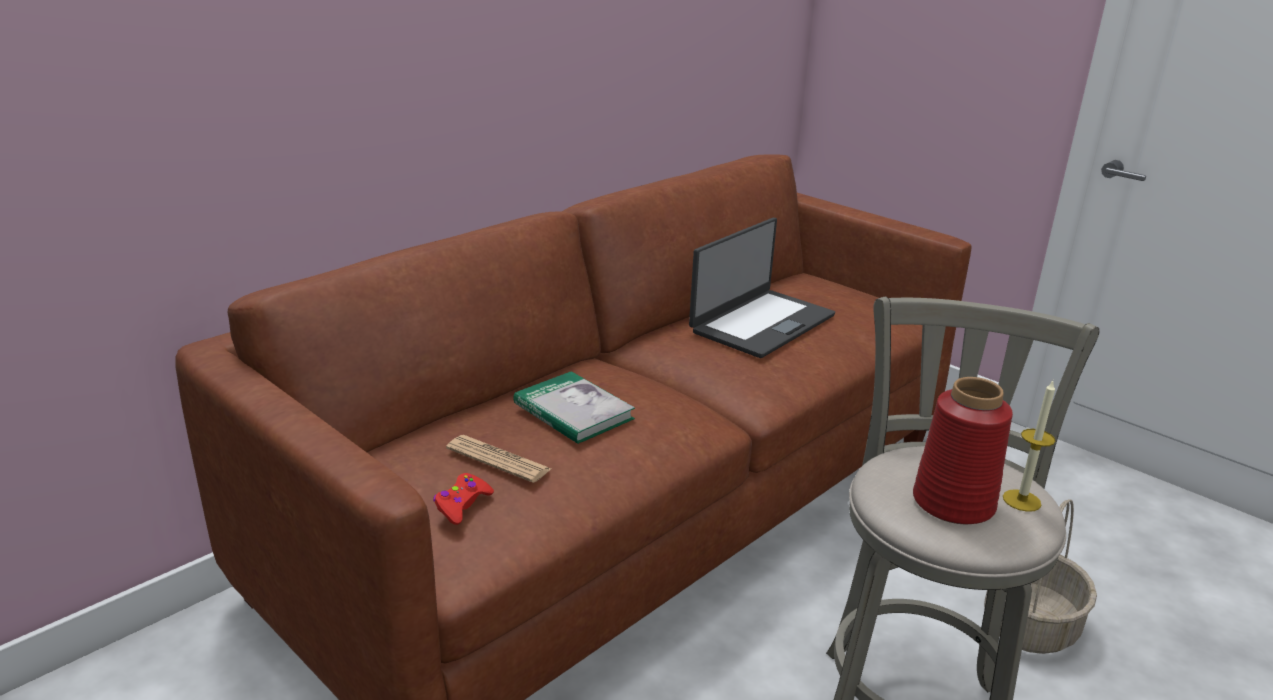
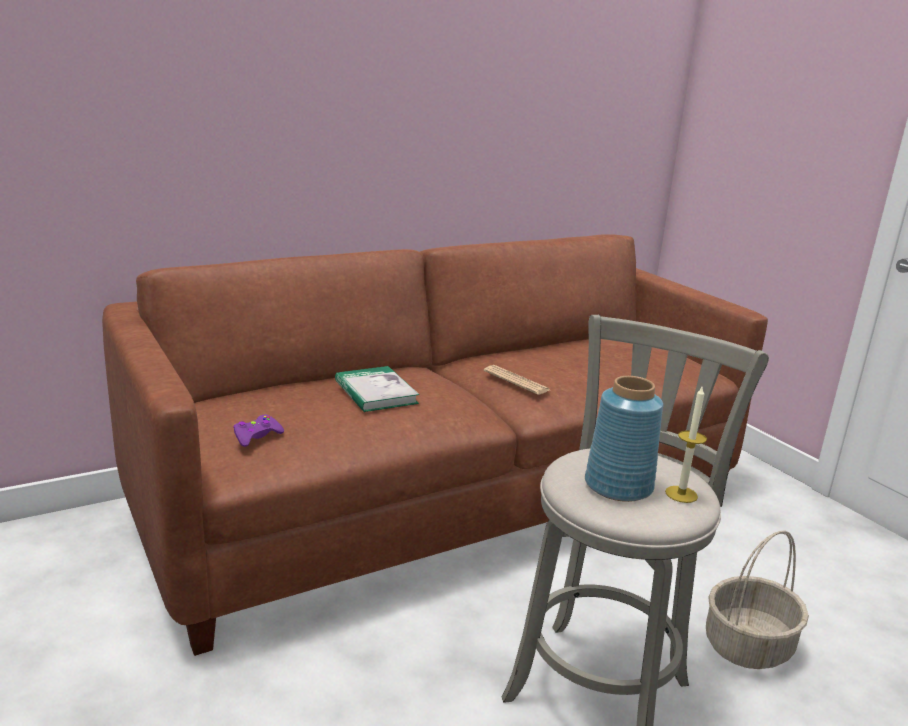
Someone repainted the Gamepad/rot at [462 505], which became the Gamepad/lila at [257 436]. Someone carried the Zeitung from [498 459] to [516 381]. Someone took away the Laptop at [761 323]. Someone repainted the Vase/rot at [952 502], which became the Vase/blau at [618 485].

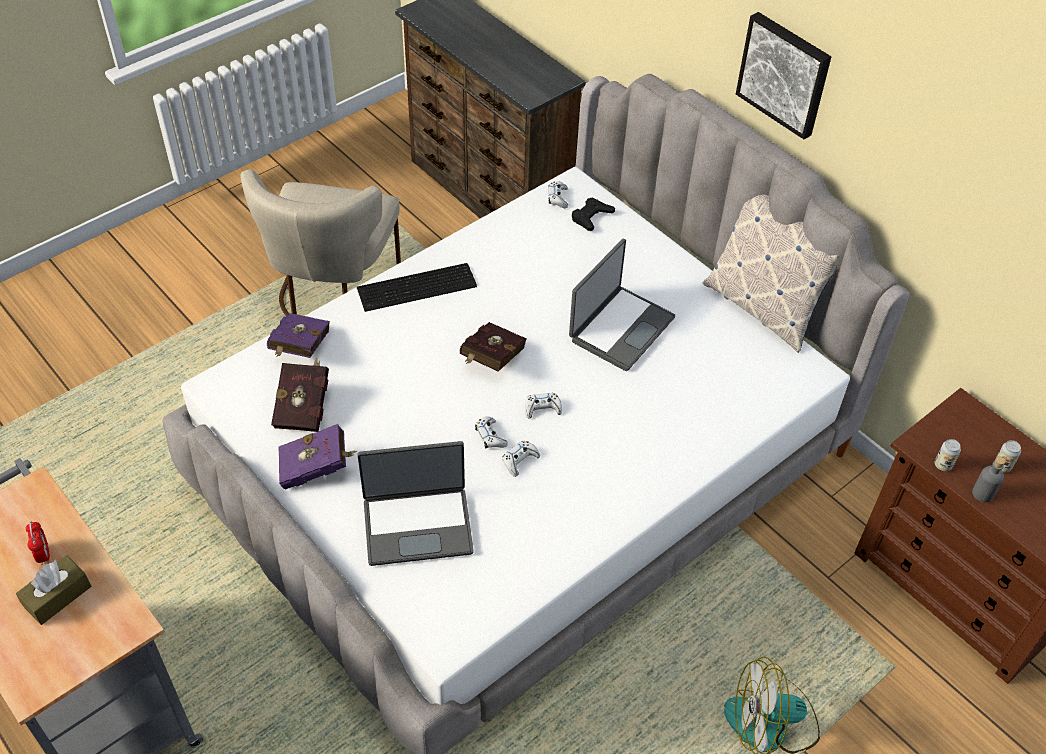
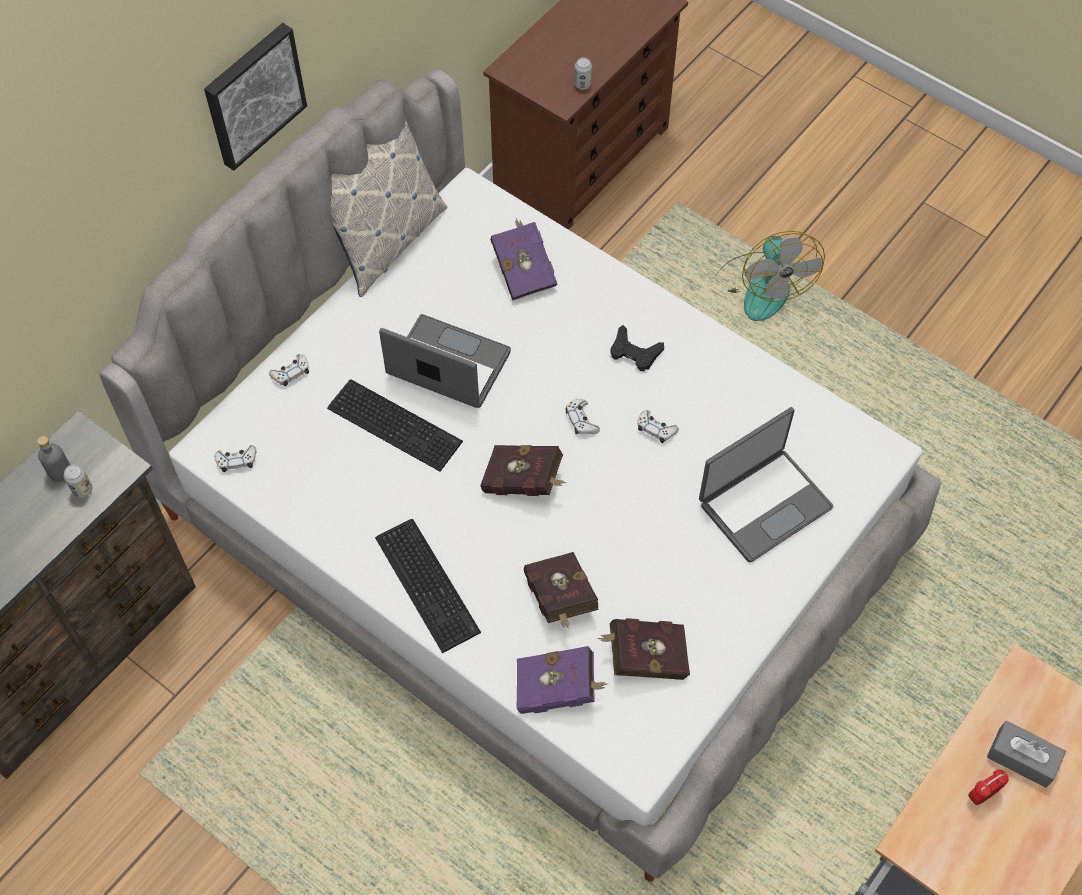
Someone repainted the Taschentuchbox/braun at [57 596], which became the Taschentuchbox/grau at [1022 758]. Someone took away the Stuhl/beige at [334 298]. Someone carried the Buch/lila from [317 469] to [523 270]. Someone rotated the Laptop at [417 525] by 75 degrees clockwise. Someone carried the Gamepad/weiß from [490 436] to [291 373]. Someone carried the Gamepad/schwarz from [591 217] to [634 352]. Someone carried the Flasche/grau from [982 493] to [60 471]. Someone carried the Dose from [1002 466] to [82 490]. Someone put down the Tastatur at [394 422]. Someone put down the Buch/rot at [560 600].

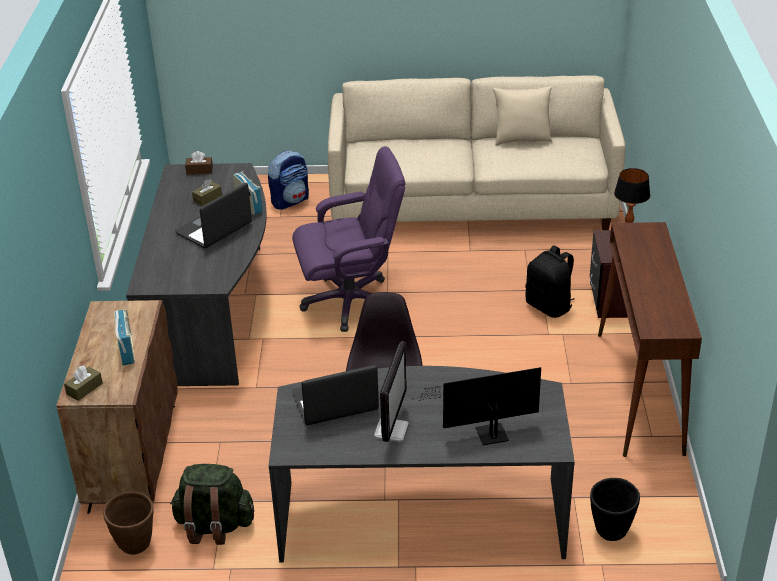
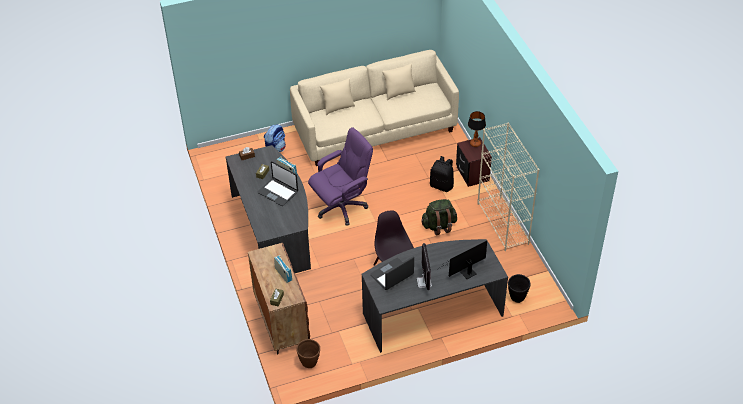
Someone carried the Rucksack/grün from [214 526] to [439 226]. Someone rotated the Laptop at [214 229] by 75 degrees counterclockwise. Someone swapped the Konsolentisch/braun at [639 392] for the Bücherregal/beige at [503 224]. Someone put down the Kissen/beige at [338 107].

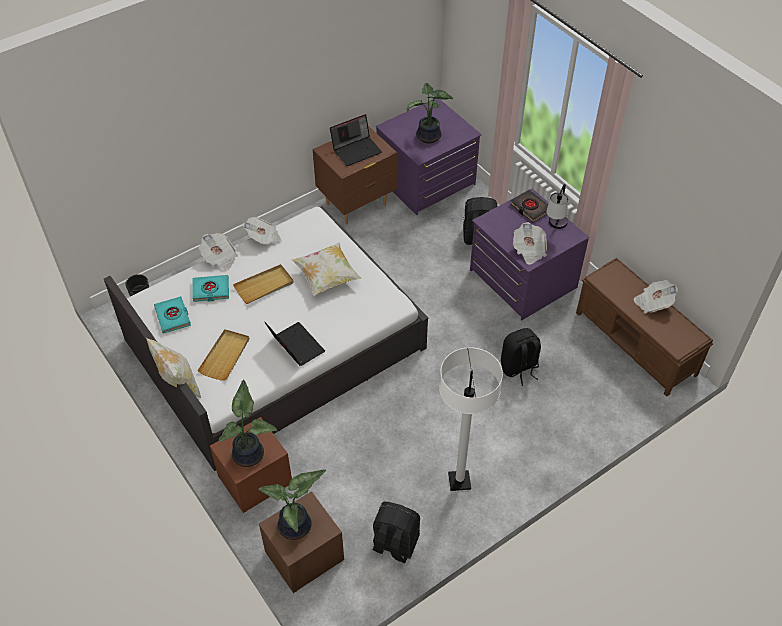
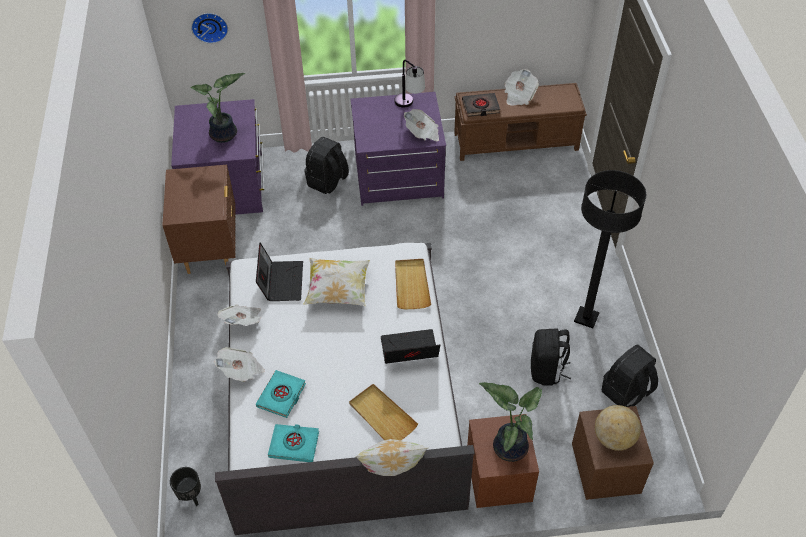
Someone carried the Tablett/beige from [264 286] to [411 285]. Someone swapped the Topfpflanze at [297 527] for the Globus at [614 439]. Someone carried the Laptop from [356 150] to [281 281]. Someone repainted the Stehlampe/weiß at [459 481], which became the Stehlampe/schwarz at [586 318]. Someone carried the Rucksack/schwarz from [519 368] to [547 370]. Someone carried the Buch/schwarz from [530 208] to [480 107]. Someone put up the Wanduhr at [209 26].

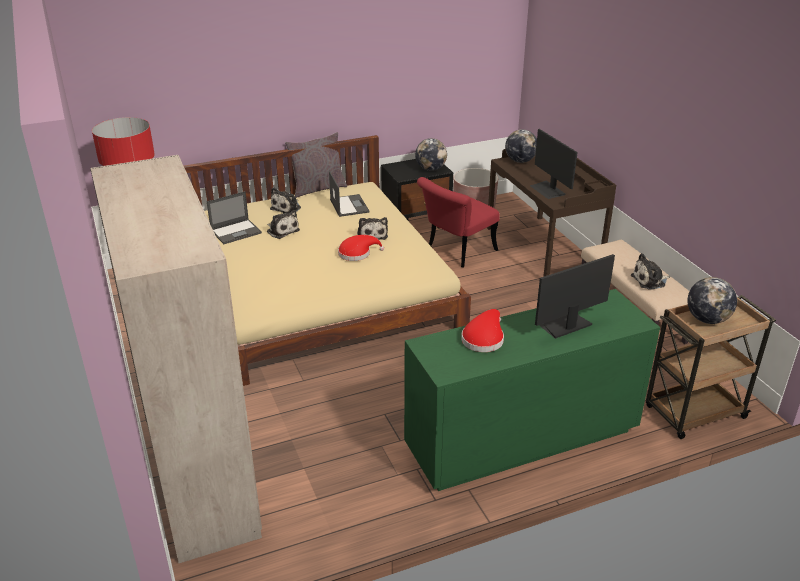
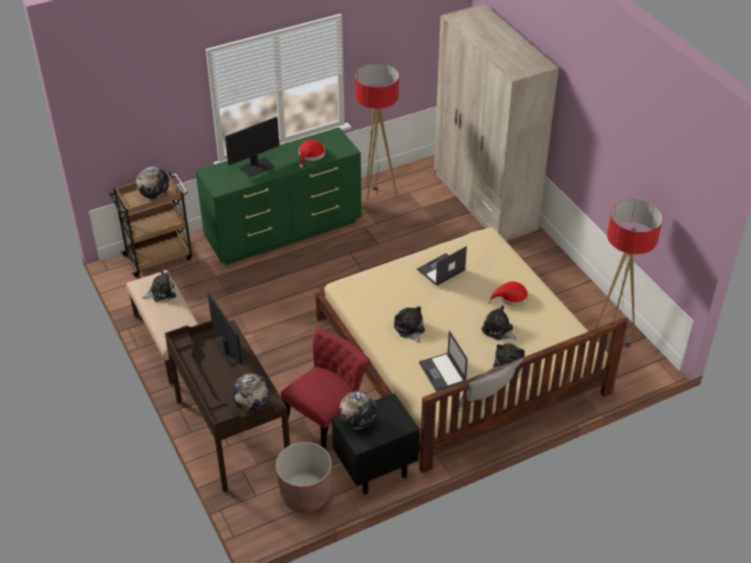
Someone carried the Laptop from [236 231] to [440 270]. Someone carried the Hut/rot from [357 253] to [510 297]. Someone put down the Stehlampe at [376 197].

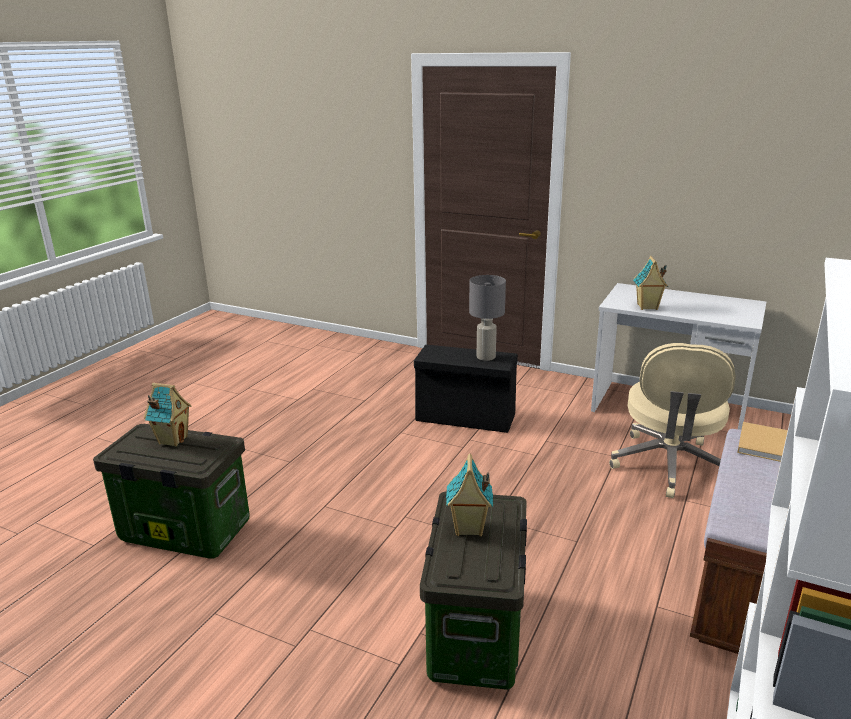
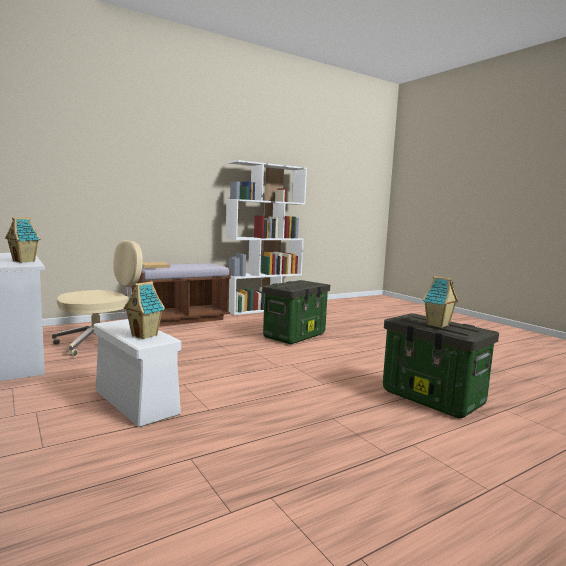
Someone repainted the Aufbewahrungsbox/schwarz at [467 417], which became the Aufbewahrungsbox/weiß at [135 401]. Someone carried the Spielzeughaus from [468 528] to [145 335]. Someone took away the Tischlampe/grau at [486 357].

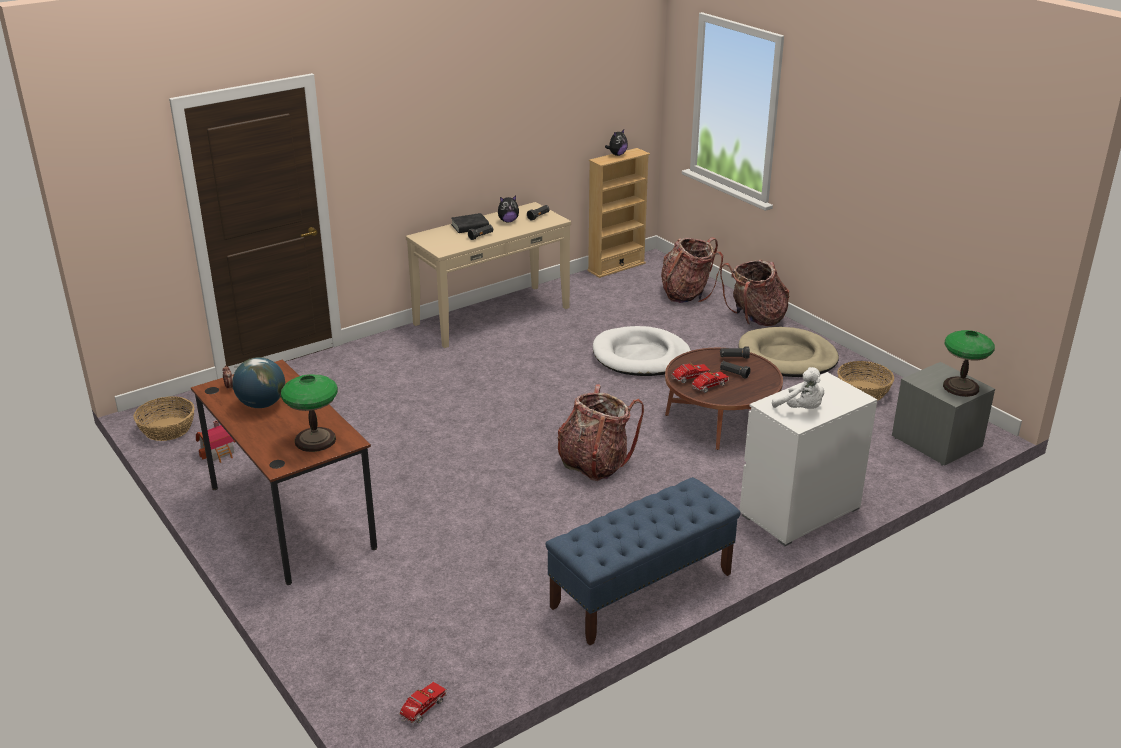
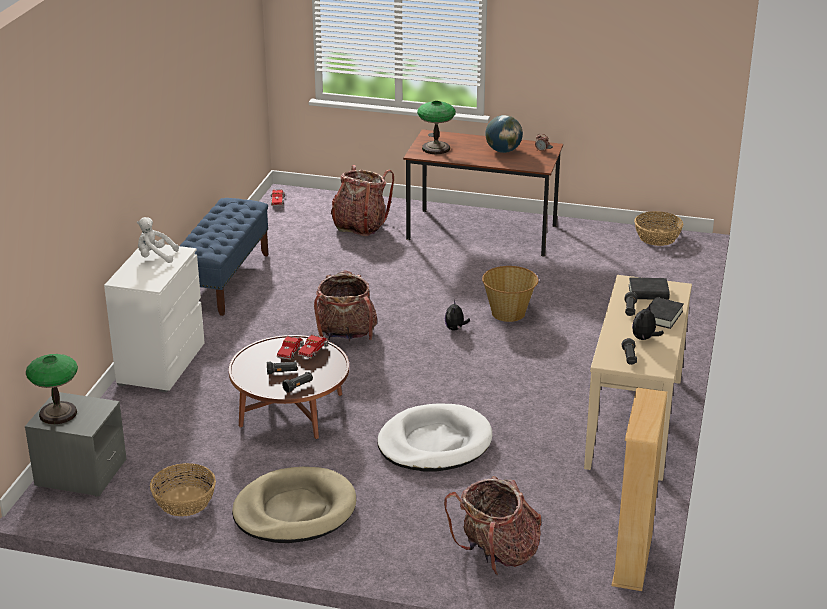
Someone took away the Spielzeughaus at [219 452]. Someone carried the Plüschtier from [617 154] to [455 329]. Someone carried the Rucksack from [755 318] to [360 226]. Someone put down the Korb at [509 313]. Someone put down the Buch/schwarz at [648 292].

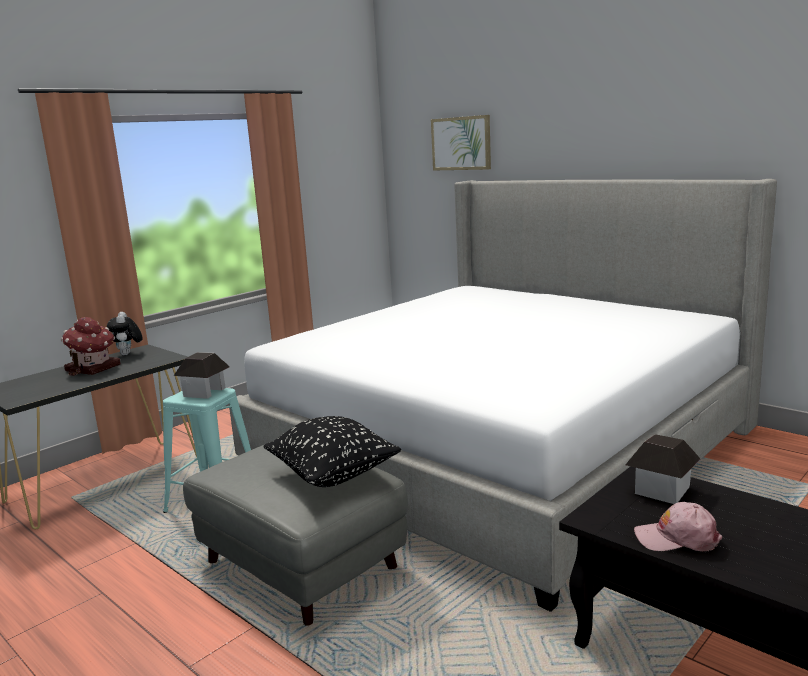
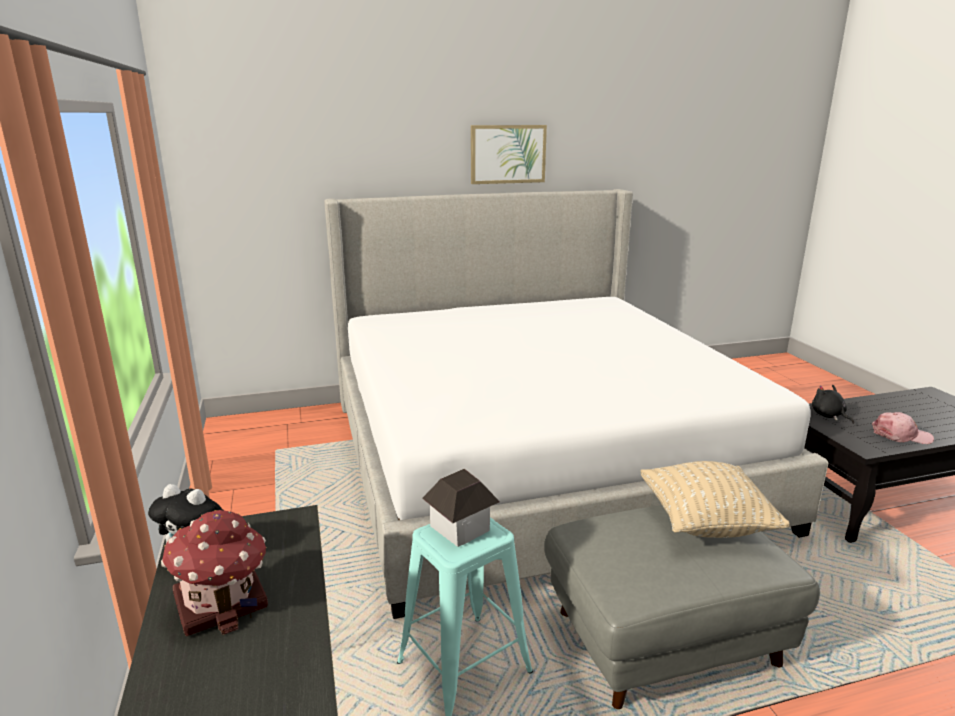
Someone repainted the Kissen/schwarz at [333 475], which became the Kissen/beige at [705 523]. Someone carried the Bild from [461 143] to [508 154]. Someone swapped the Spielzeughaus at [662 490] for the Plüschtier/schwarz at [829 416]. Someone rotated the Kappe/rosa at [677 538] by 120 degrees counterclockwise.

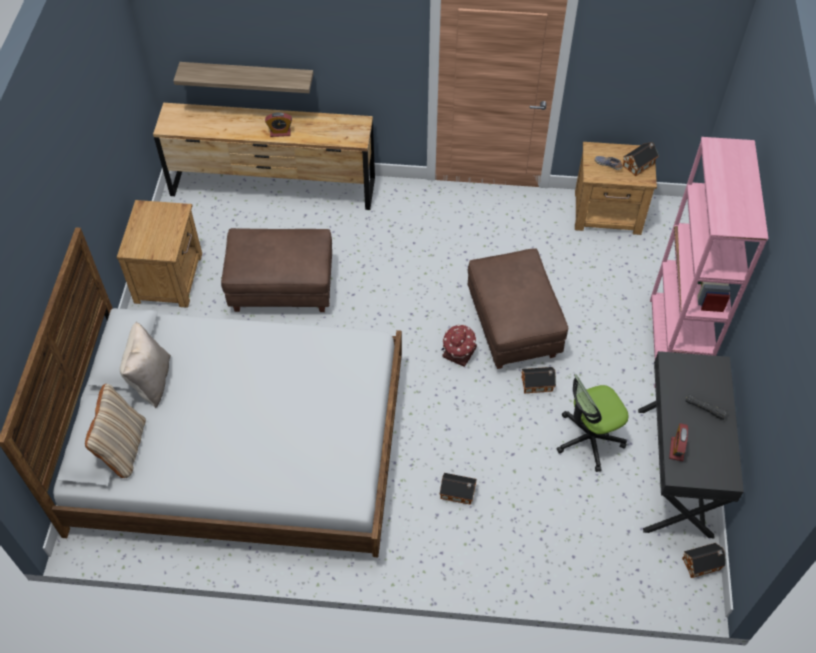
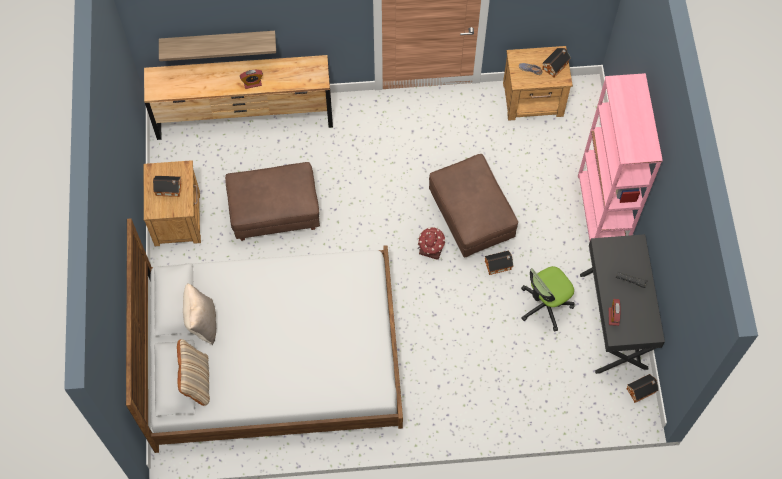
Someone carried the Spielzeughaus from [458 493] to [169 189].

